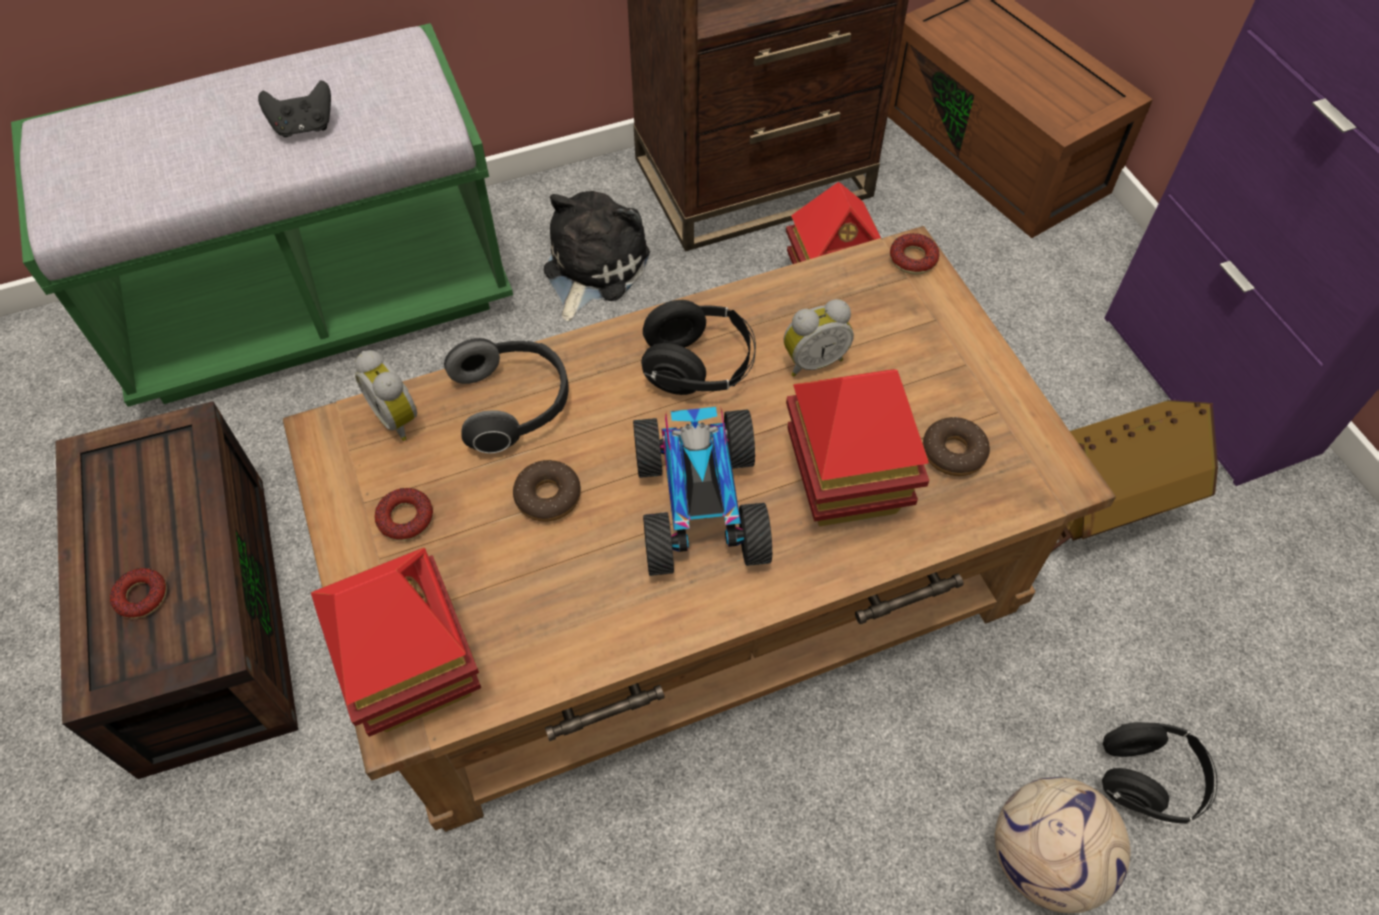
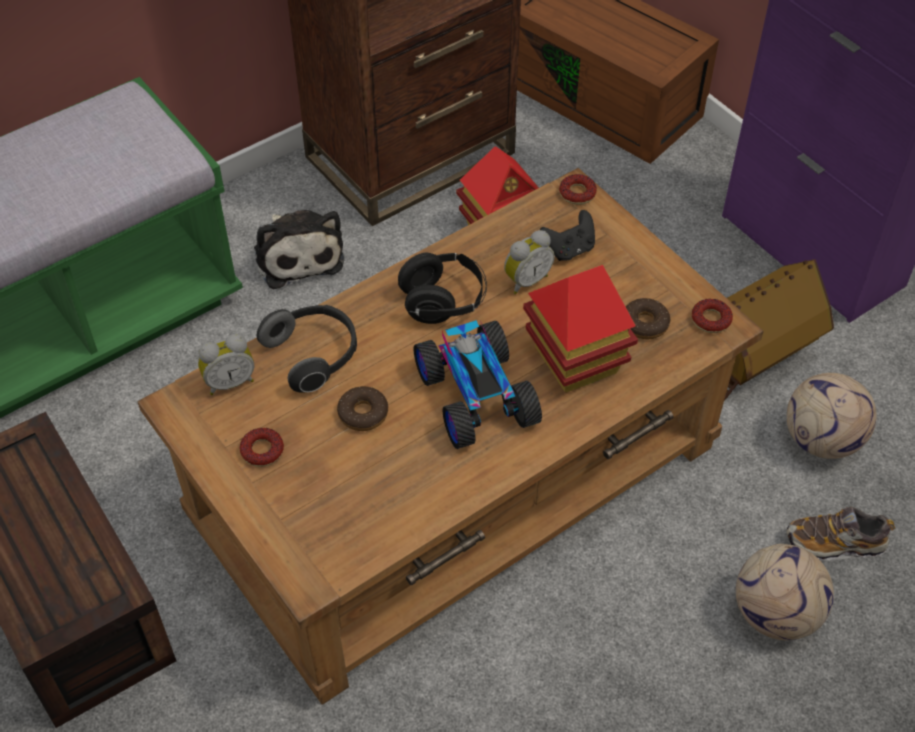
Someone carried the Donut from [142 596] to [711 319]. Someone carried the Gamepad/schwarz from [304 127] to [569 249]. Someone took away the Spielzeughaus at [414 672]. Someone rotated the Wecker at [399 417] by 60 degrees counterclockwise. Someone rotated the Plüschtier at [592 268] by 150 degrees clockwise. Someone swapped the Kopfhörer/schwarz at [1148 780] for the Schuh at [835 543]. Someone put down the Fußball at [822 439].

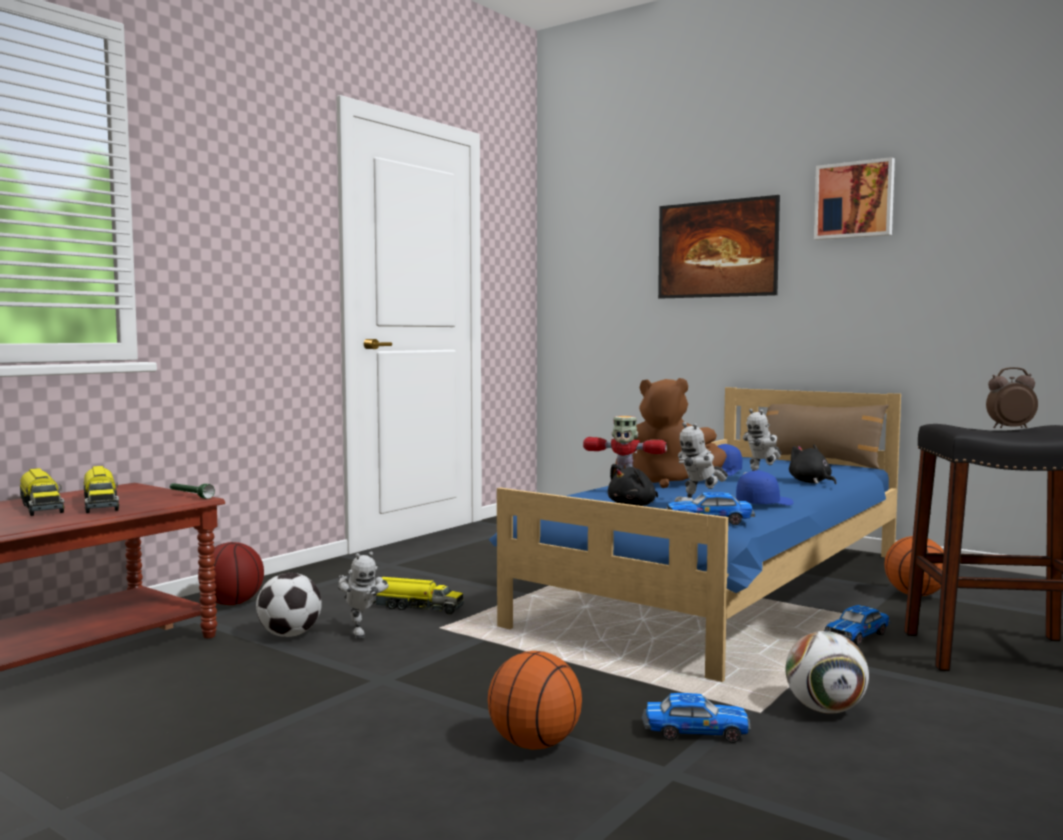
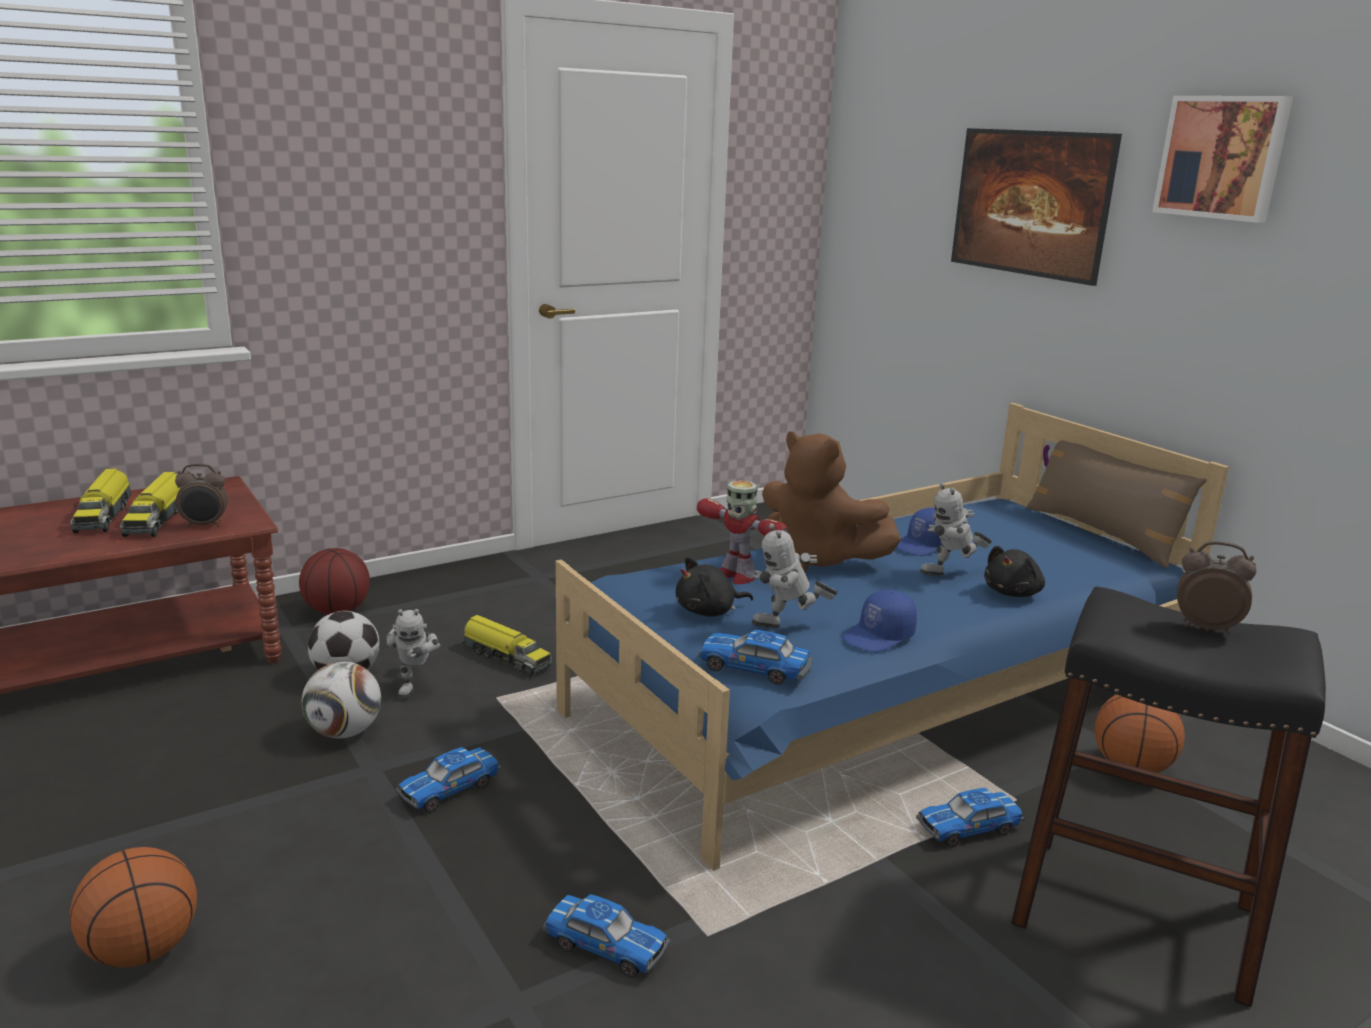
Someone took away the Taschenlampe/grün at [190 496]. Someone carried the Basketball from [534 744] to [142 950]. Someone rotated the Kappe/blau at [764 503] by 150 degrees clockwise. Someone carried the Fußball from [825 710] to [345 732]. Someone rotated the Plüschtier/schwarz at [811 482] by 135 degrees counterclockwise. Someone put down the Wecker at [205 525]. Someone put down the Spielzeugauto at [450 789].

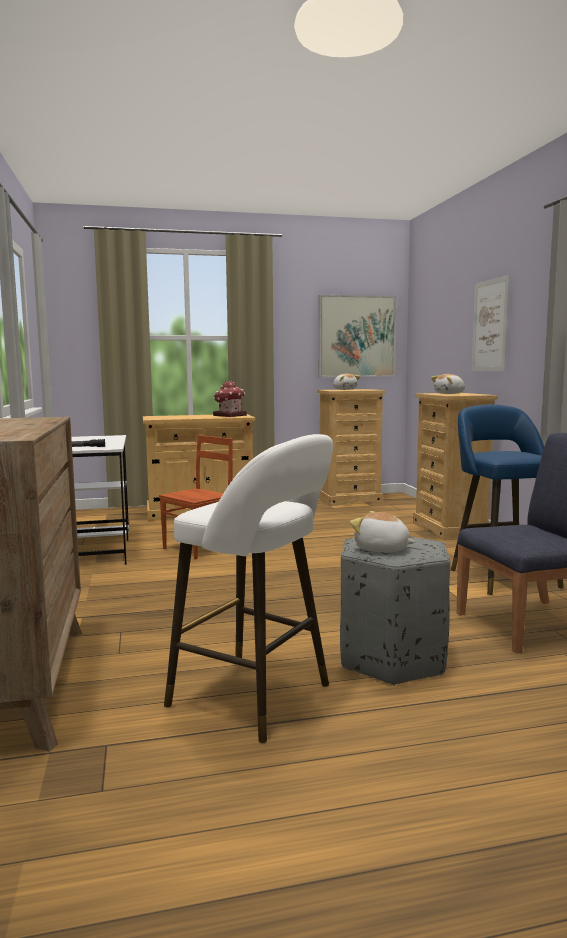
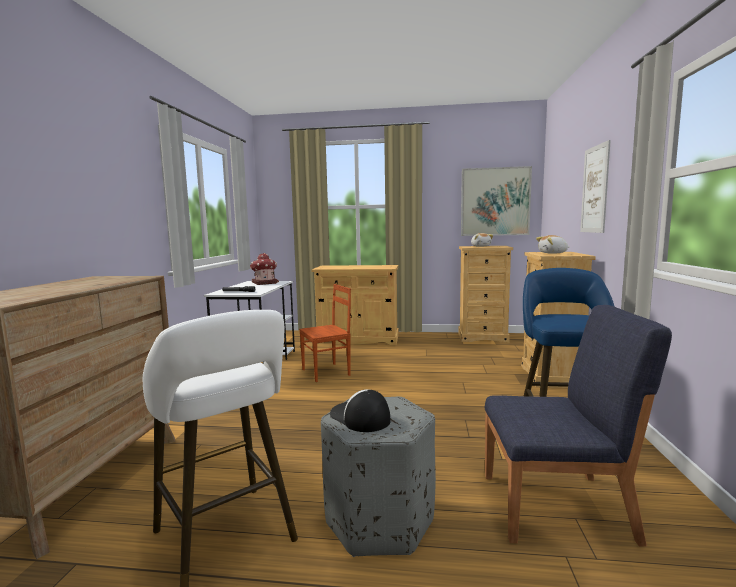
Someone carried the Spielzeughaus from [229 415] to [264 283]. Someone swapped the Plüschtier at [382 549] for the Kappe at [359 417].

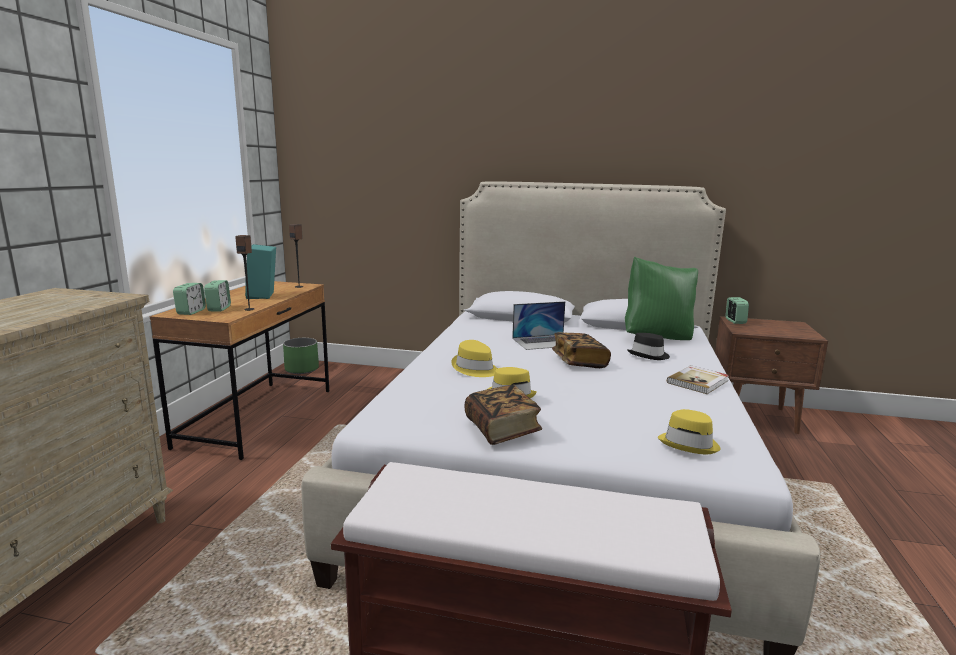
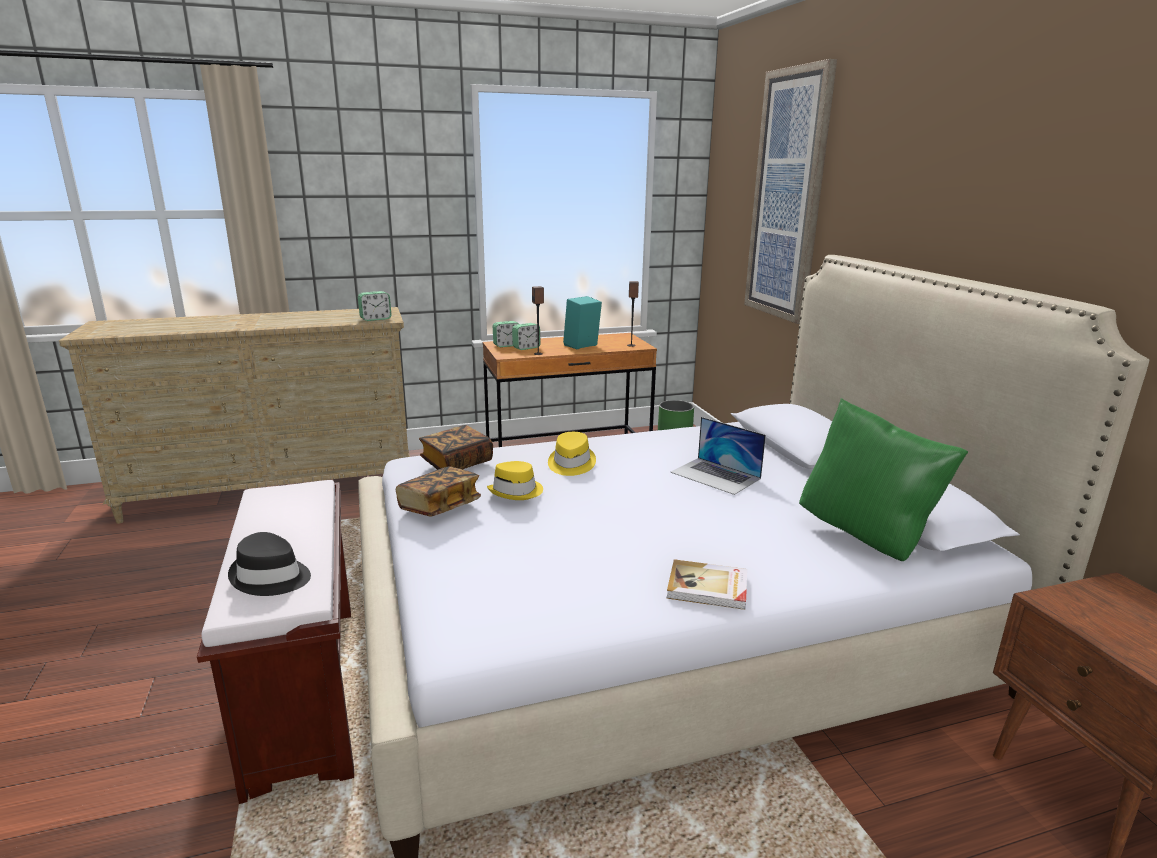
Someone carried the Buch from [579 362] to [457 463]. Someone carried the Hut/schwarz from [649 355] to [270 578]. Someone took away the Hut/gelb at [689 444]. Someone carried the Wecker from [735 321] to [375 319]. Someone put up the Bild at [788 197].

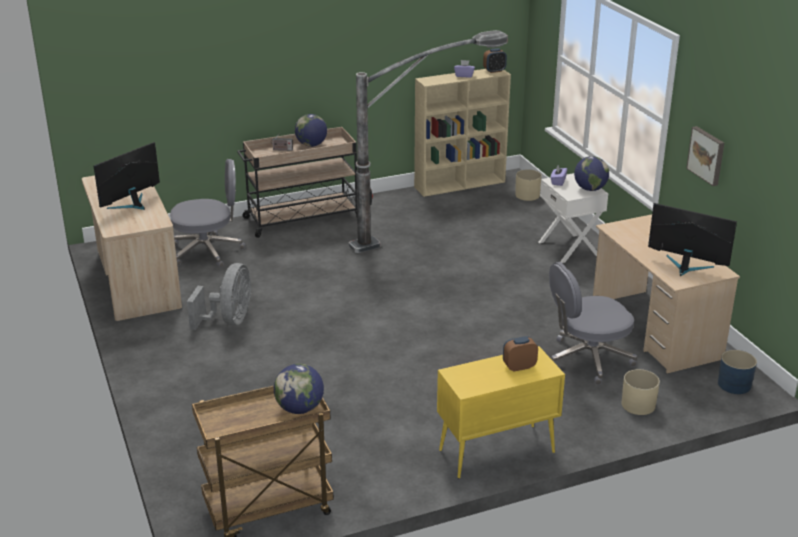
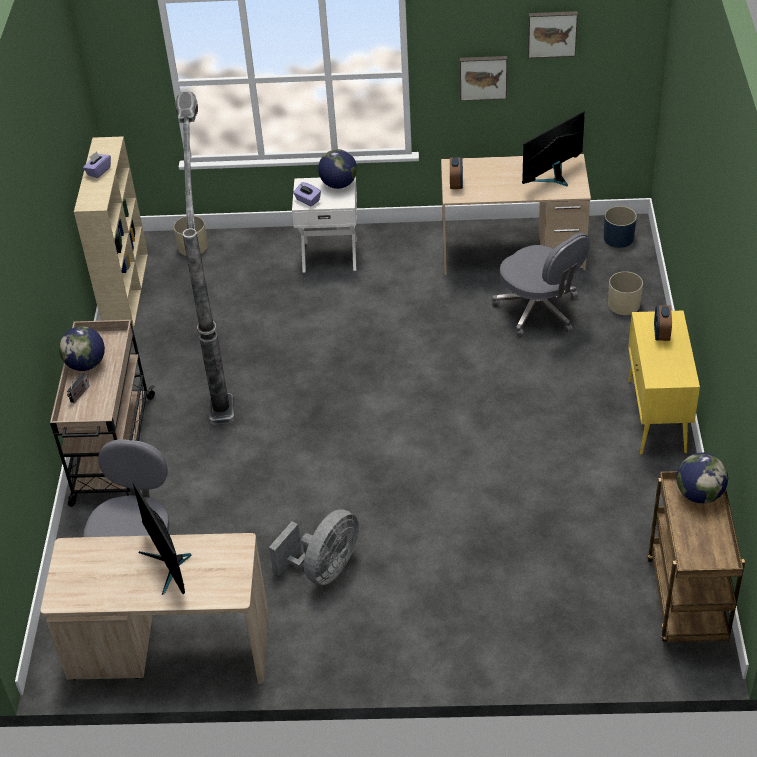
Someone rotated the Ventilator/grau at [229 321] by 90 degrees clockwise. Someone carried the Wecker from [494 71] to [456 184]. Someone rotated the Bürostuhl/grau at [587 359] by 45 degrees counterclockwise. Someone put up the Bild at [552 33].

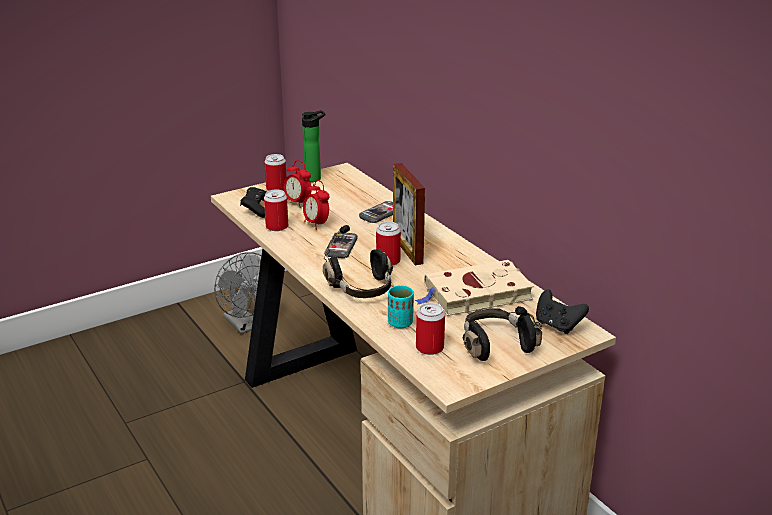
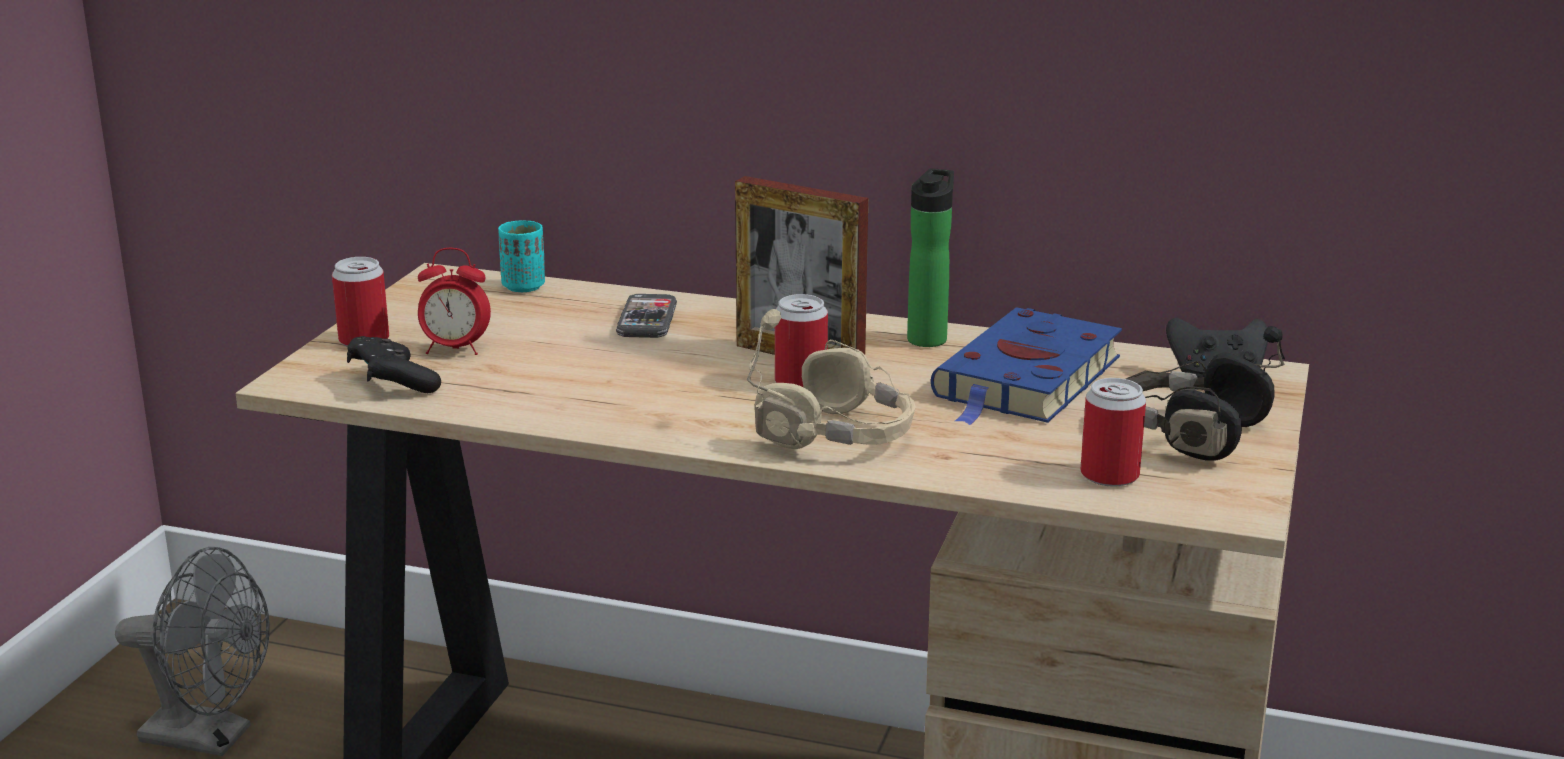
Someone took away the Dose at [277 227]. Someone carried the Flasche from [315 178] to [928 337]. Someone took away the Wecker at [316 224]. Someone repainted the Kopfhörer/schwarz at [362 288], which became the Kopfhörer/beige at [838 436]. Someone took away the Handy at [341 247]. Someone carried the Tasse/türkis from [400 323] to [523 286]. Someone repainted the Buch/beige at [475 294], which became the Buch/blau at [1026 380].

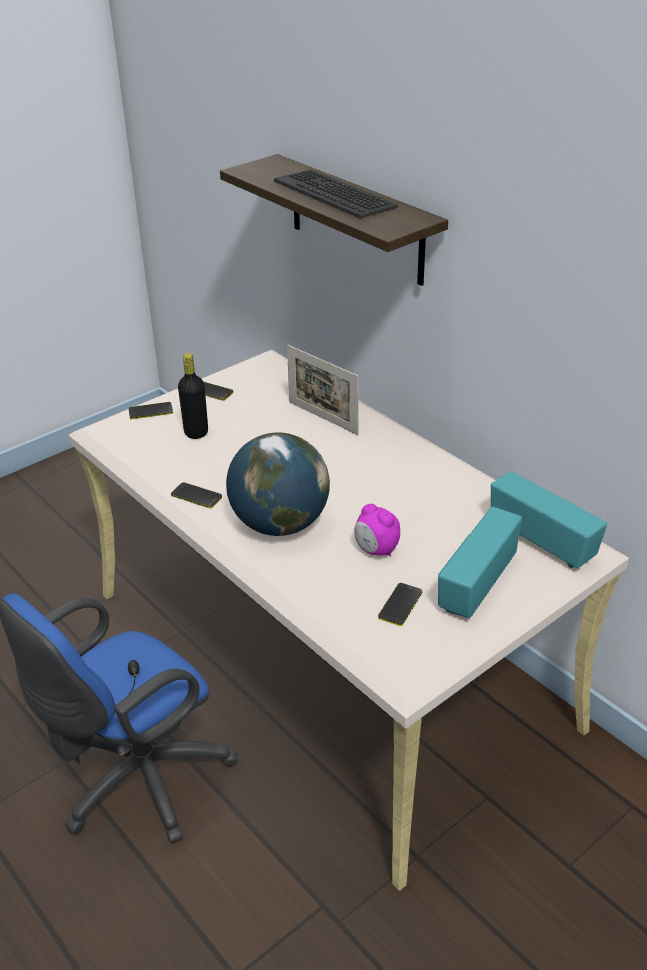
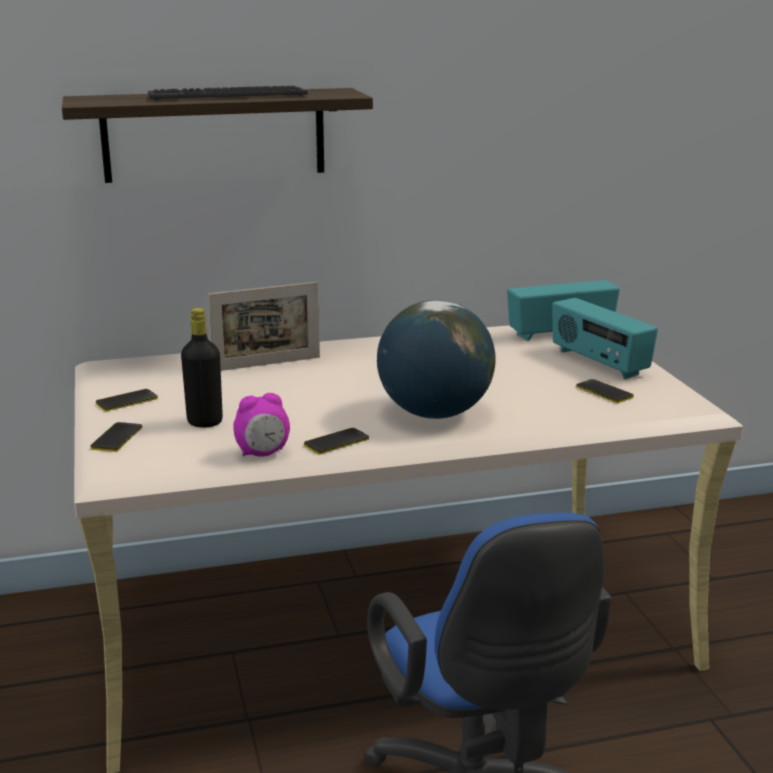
Someone carried the Wecker from [376 550] to [263 454].

